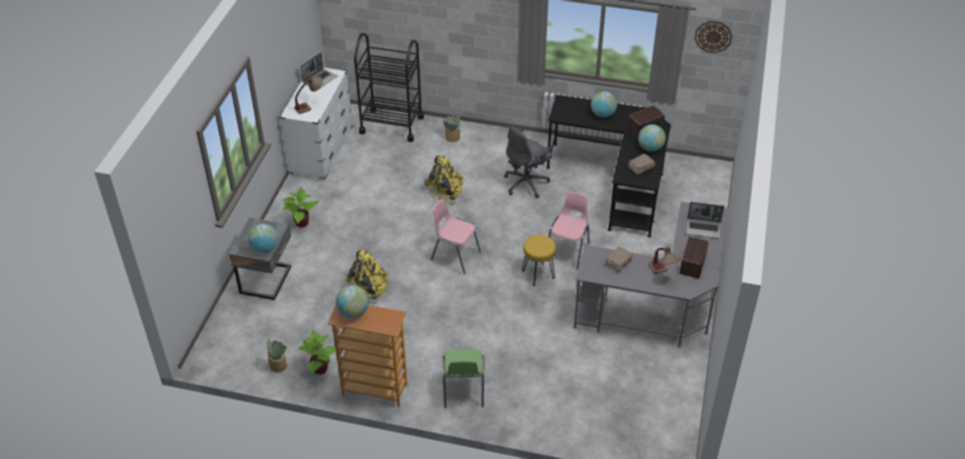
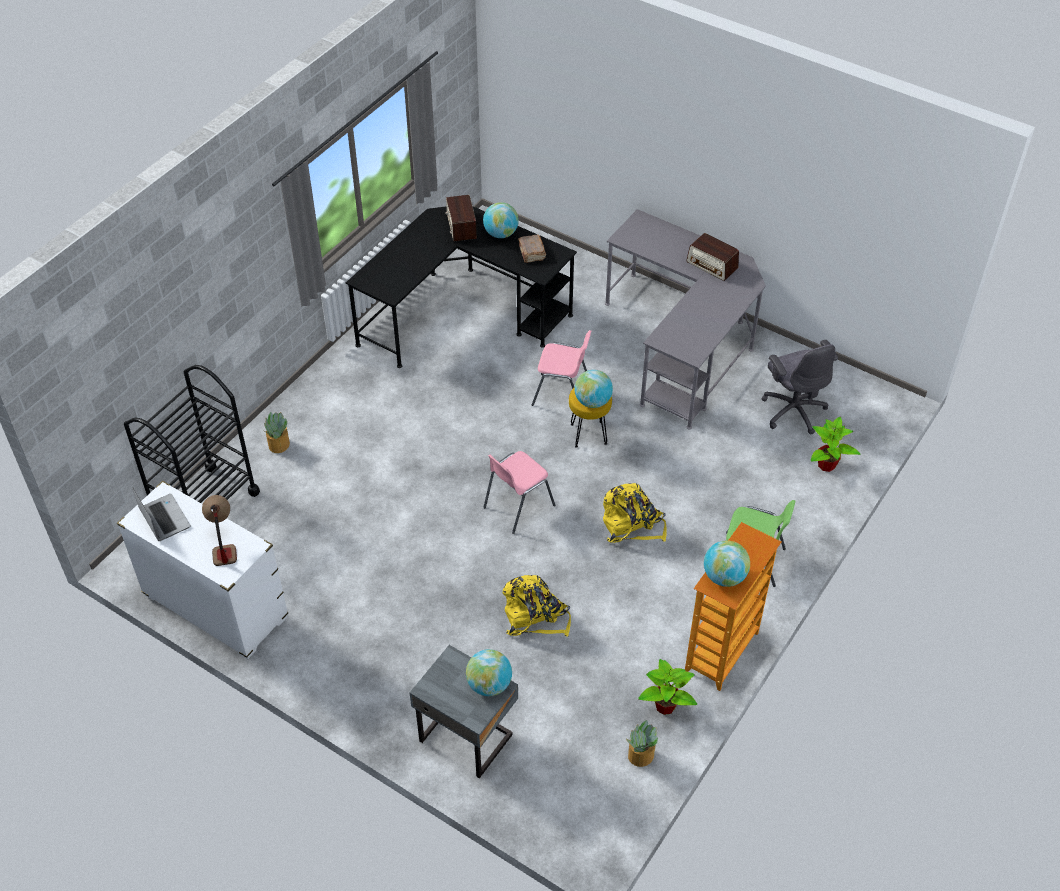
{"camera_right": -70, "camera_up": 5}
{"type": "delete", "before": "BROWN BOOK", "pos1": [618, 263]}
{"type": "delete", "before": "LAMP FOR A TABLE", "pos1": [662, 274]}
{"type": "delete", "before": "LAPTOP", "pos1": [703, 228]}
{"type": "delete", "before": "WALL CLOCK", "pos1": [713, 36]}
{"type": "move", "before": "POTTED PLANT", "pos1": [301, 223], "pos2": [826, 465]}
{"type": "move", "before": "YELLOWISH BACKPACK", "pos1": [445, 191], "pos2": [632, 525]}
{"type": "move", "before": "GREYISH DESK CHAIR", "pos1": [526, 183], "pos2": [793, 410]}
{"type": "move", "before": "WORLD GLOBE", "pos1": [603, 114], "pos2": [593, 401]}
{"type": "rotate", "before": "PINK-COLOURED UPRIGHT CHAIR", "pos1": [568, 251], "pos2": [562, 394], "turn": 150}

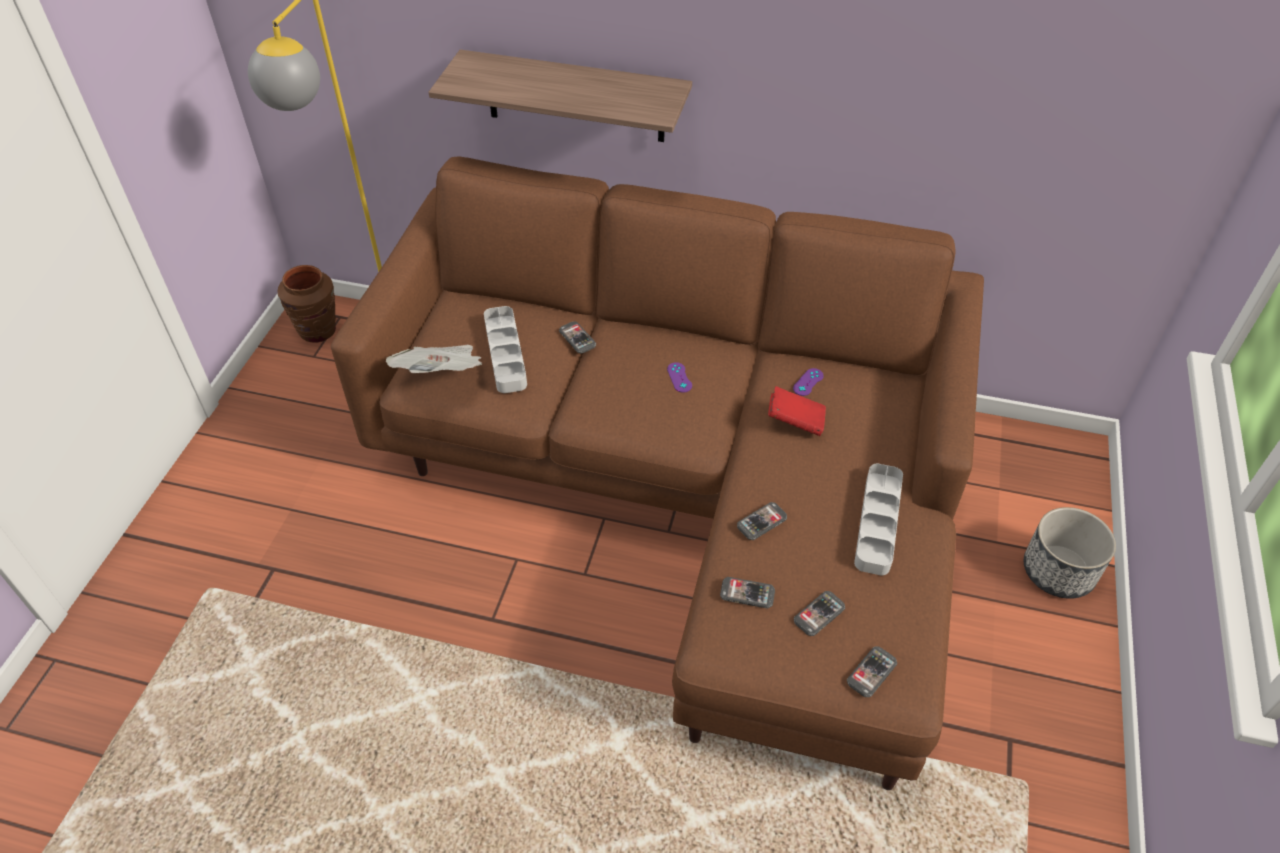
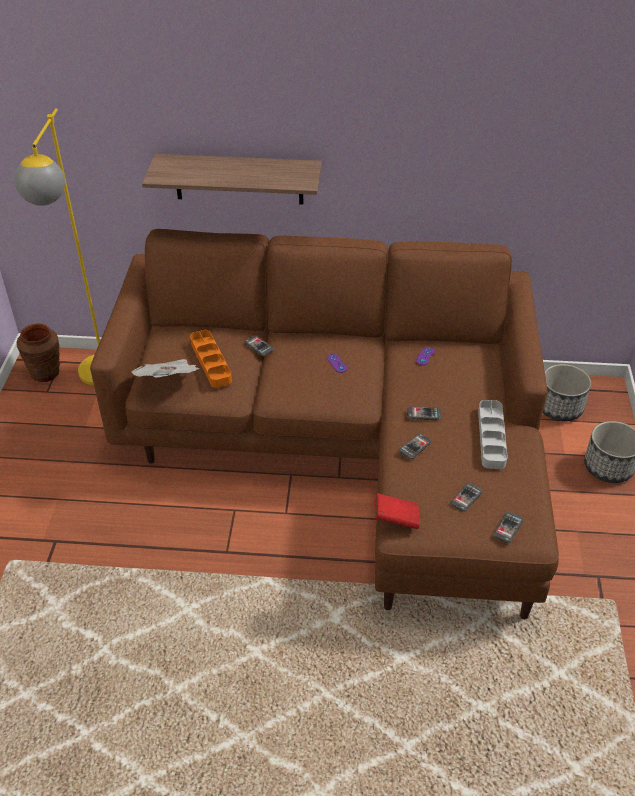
{"camera_right": -10, "camera_up": -5}
{"type": "insert", "after": "PLANTER", "pos2": [560, 407]}
{"type": "move", "before": "HANDSET", "pos1": [747, 593], "pos2": [424, 414]}
{"type": "move", "before": "REDDISH BOOK", "pos1": [795, 421], "pos2": [396, 519]}
{"type": "recolor", "before": "GREYISH TRAY", "after": "ORANGE-COLOURED TRAY", "pos1": [505, 353], "pos2": [211, 361]}

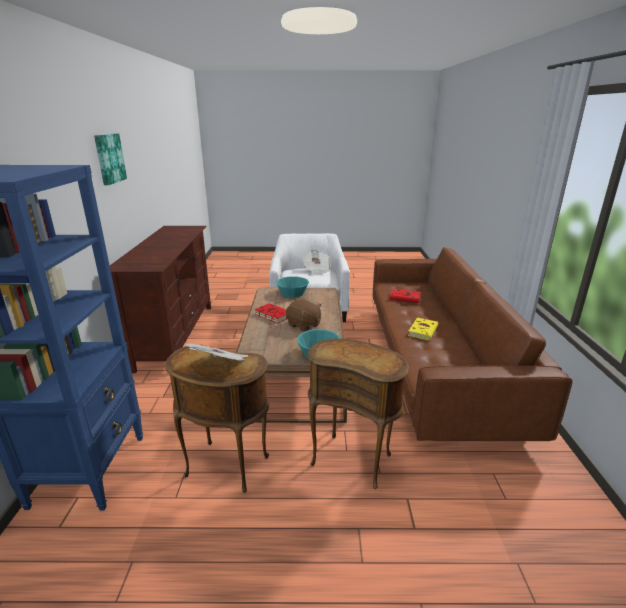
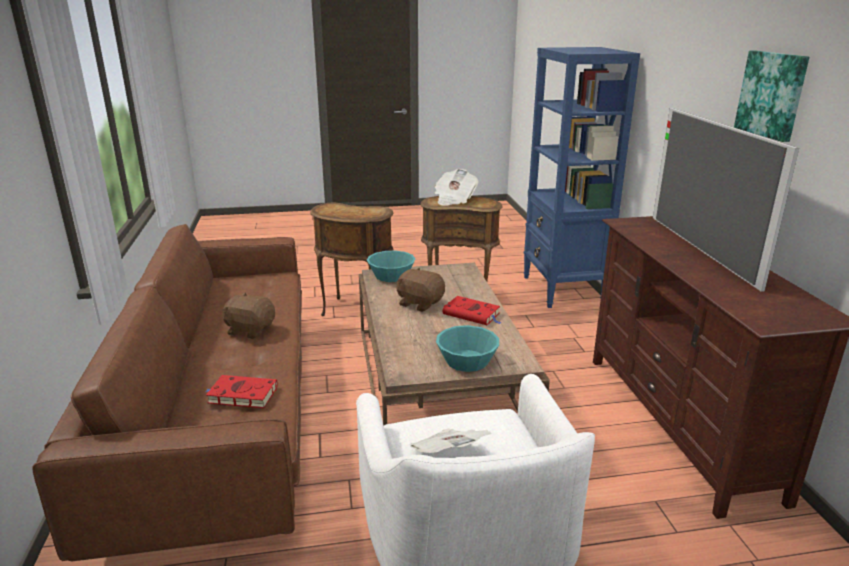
{"camera_right": 170, "camera_up": 0}
{"type": "insert", "after": "TELEVISION", "pos2": [699, 249]}
{"type": "replace", "before": "YELLOWISH BOOK", "after": "BROWN CUDDLY TOY", "pos1": [423, 330], "pos2": [250, 330]}

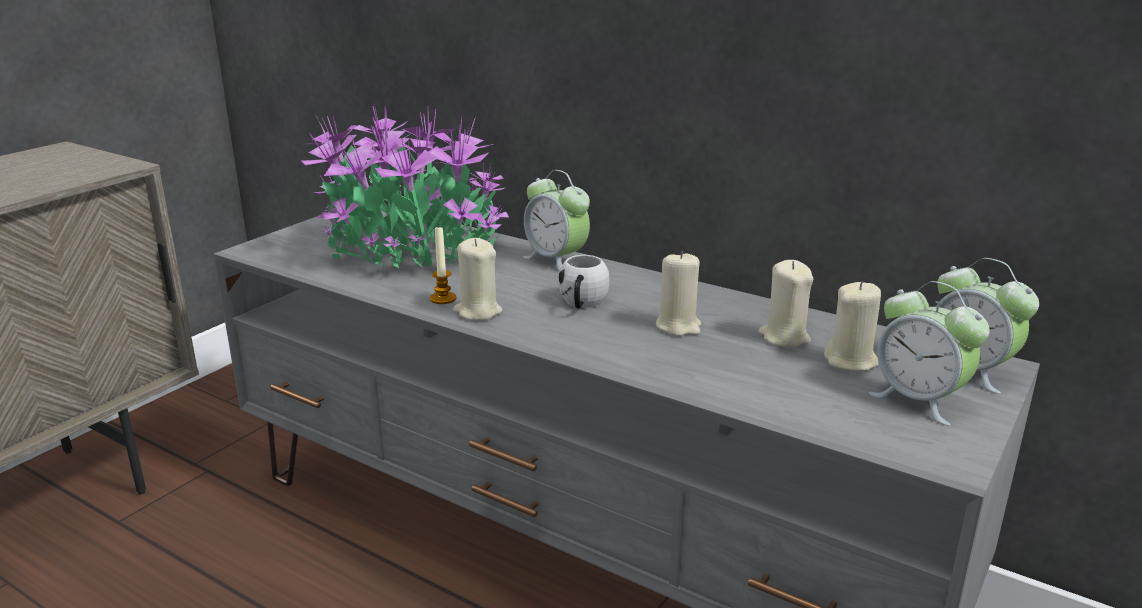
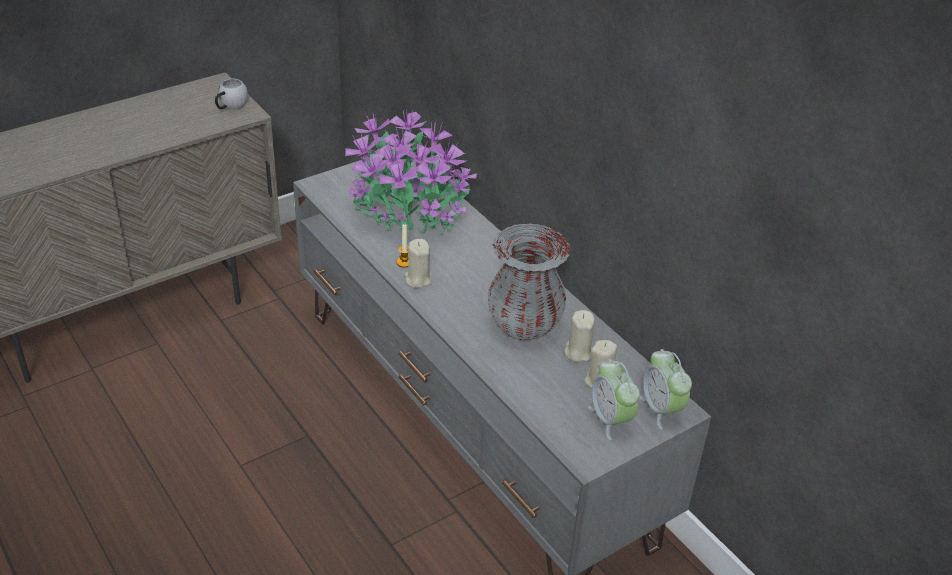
{"camera_right": 20, "camera_up": 15}
{"type": "delete", "before": "ALARM CLOCK", "pos1": [556, 260]}
{"type": "move", "before": "WHITE-COLOURED COFFEE MUG", "pos1": [582, 304], "pos2": [230, 106]}
{"type": "replace", "before": "SAND-COLOURED WAX CANDLE", "after": "GREYISH DECORATIVE VASE", "pos1": [678, 326], "pos2": [524, 325]}

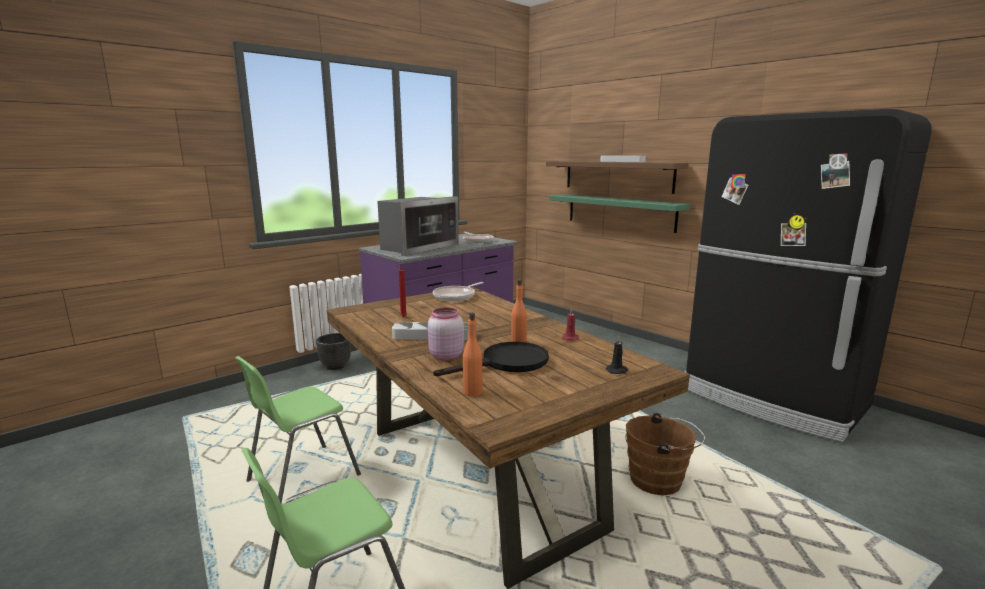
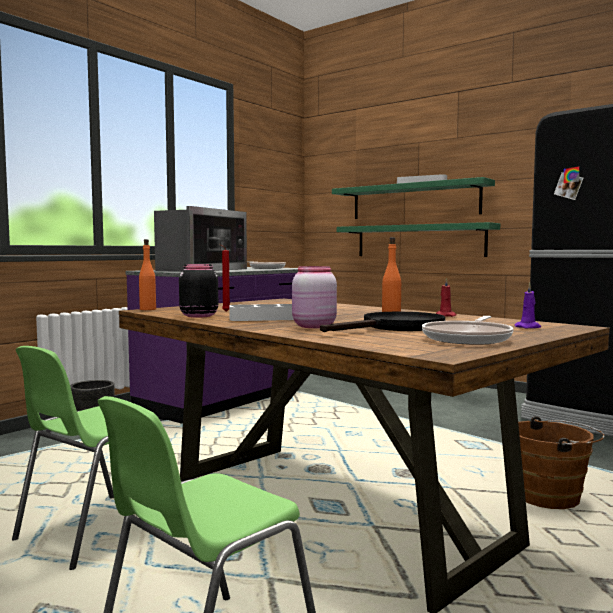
{"camera_right": -10, "camera_up": -10}
{"type": "insert", "after": "BLACK-COLOURED STORAGE JAR", "pos2": [198, 316]}
{"type": "move", "before": "SKILLET", "pos1": [456, 296], "pos2": [468, 338]}
{"type": "move", "before": "ORANGE-COLOURED BOTTLE", "pos1": [472, 392], "pos2": [148, 309]}
{"type": "recolor", "before": "BROWN BRACKET SHELF", "after": "GREEN-COLOURED BRACKET SHELF", "pos1": [617, 176], "pos2": [414, 201]}
{"type": "recolor", "before": "BLACK-COLOURED WAX CANDLE", "after": "PURPLE-COLOURED WAX CANDLE", "pos1": [617, 371], "pos2": [528, 327]}

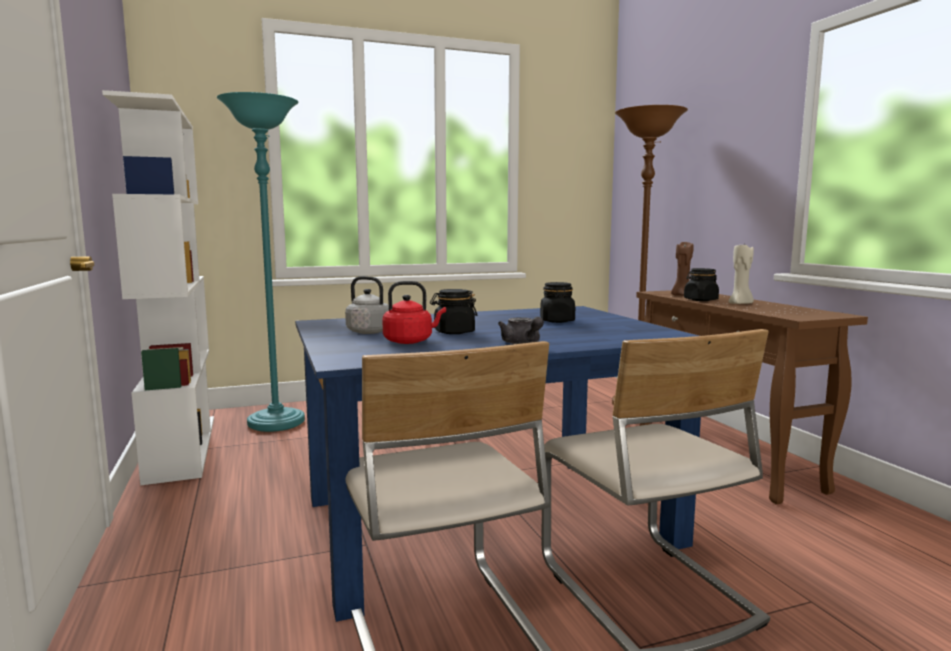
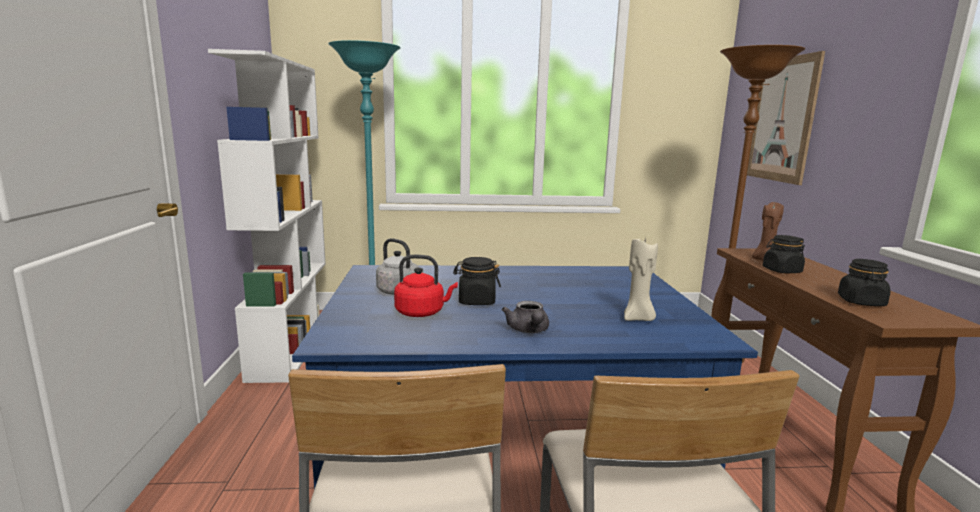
{"camera_right": 15, "camera_up": 5}
{"type": "insert", "after": "WALL PICTURE", "pos2": [782, 120]}
{"type": "move", "before": "BLACK-COLOURED STORAGE JAR", "pos1": [557, 321], "pos2": [861, 302]}
{"type": "move", "before": "SAND-COLOURED WAX CANDLE", "pos1": [740, 304], "pos2": [638, 319]}

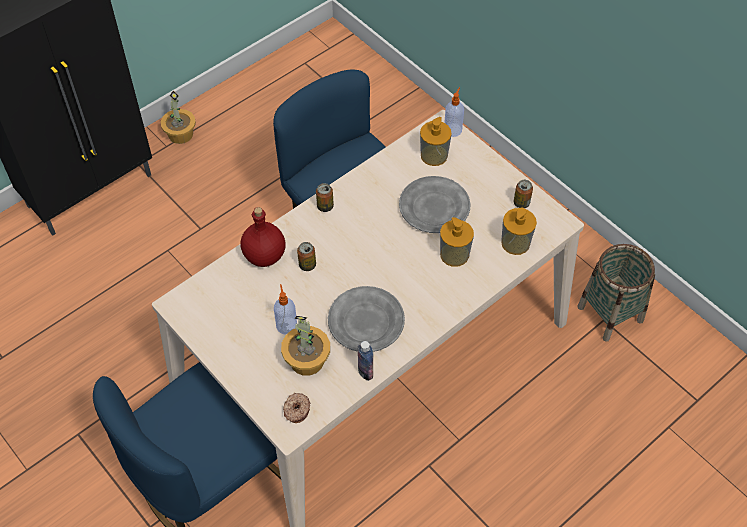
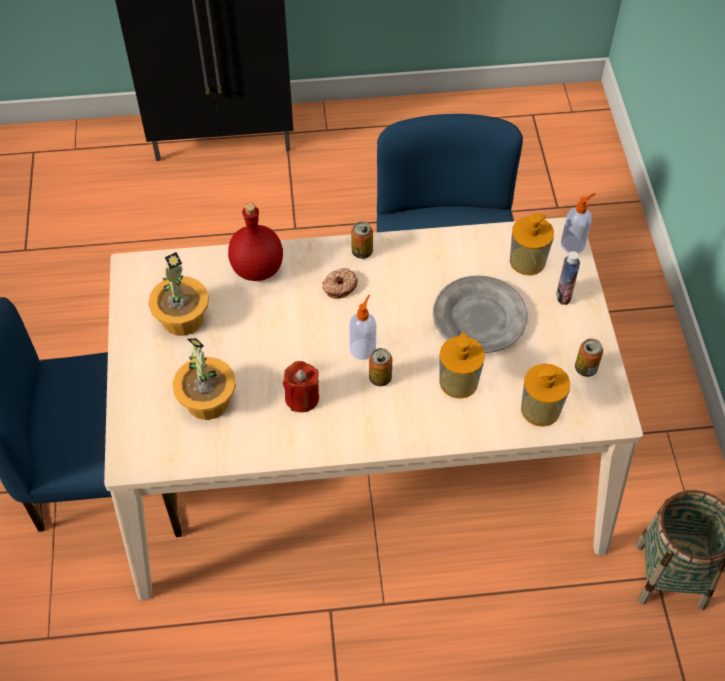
{"camera_right": 35, "camera_up": 0}
{"type": "move", "before": "POTTED PLANT", "pos1": [180, 134], "pos2": [182, 318]}
{"type": "move", "before": "SOAP BOTTLE", "pos1": [286, 325], "pos2": [363, 348]}
{"type": "move", "before": "DOUGHNUT", "pos1": [296, 410], "pos2": [339, 286]}
{"type": "move", "before": "CAN", "pos1": [307, 265], "pos2": [380, 378]}
{"type": "move", "before": "BOTTLE", "pos1": [365, 372], "pos2": [563, 295]}
{"type": "replace", "before": "GREYISH DINNER PLATE", "after": "REDDISH WAX CANDLE", "pos1": [366, 322], "pos2": [302, 398]}

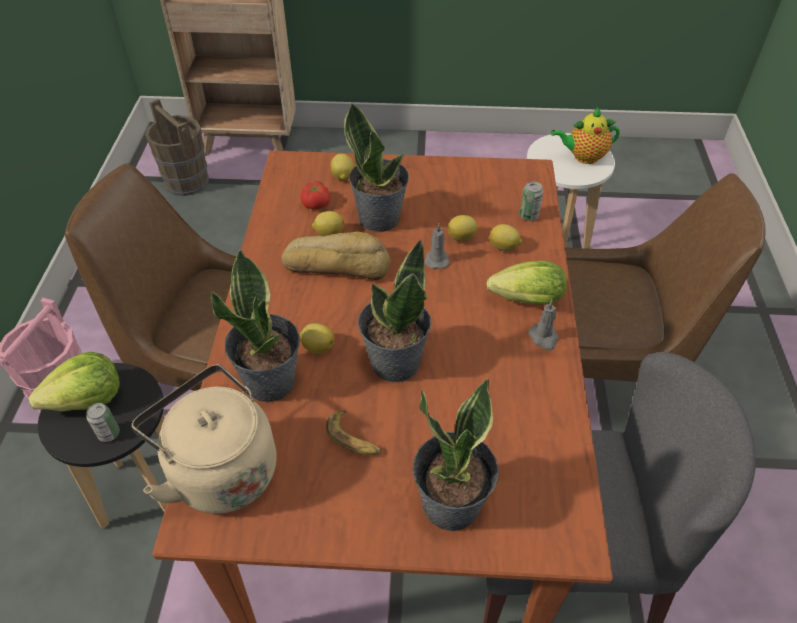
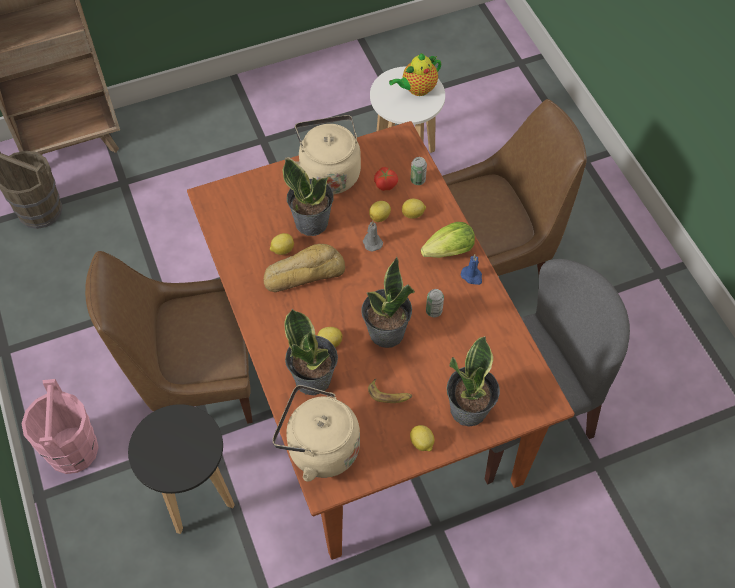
{"camera_right": -25, "camera_up": 10}
{"type": "delete", "before": "HEAD OF LETTUCE", "pos1": [87, 399]}
{"type": "insert", "after": "SAND-COLOURED TEA KETTLE", "pos2": [328, 172]}
{"type": "move", "before": "CAN", "pos1": [109, 434], "pos2": [434, 311]}
{"type": "move", "before": "FRESH TOMATO", "pos1": [316, 203], "pos2": [386, 184]}
{"type": "move", "before": "CITRUS FRUIT", "pos1": [342, 177], "pos2": [422, 443]}
{"type": "recolor", "before": "GREYISH WAX CANDLE", "after": "BLUE WAX CANDLE", "pos1": [544, 338], "pos2": [472, 276]}

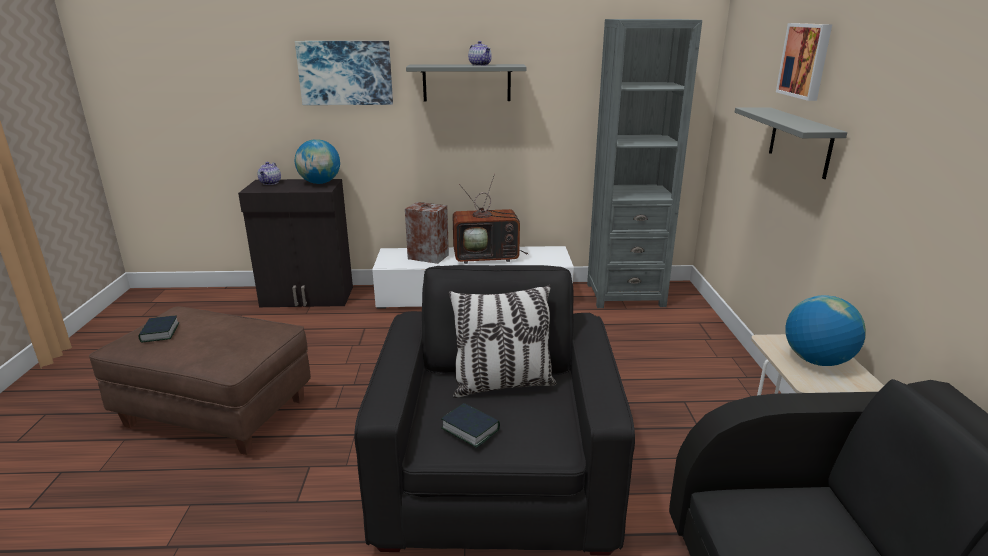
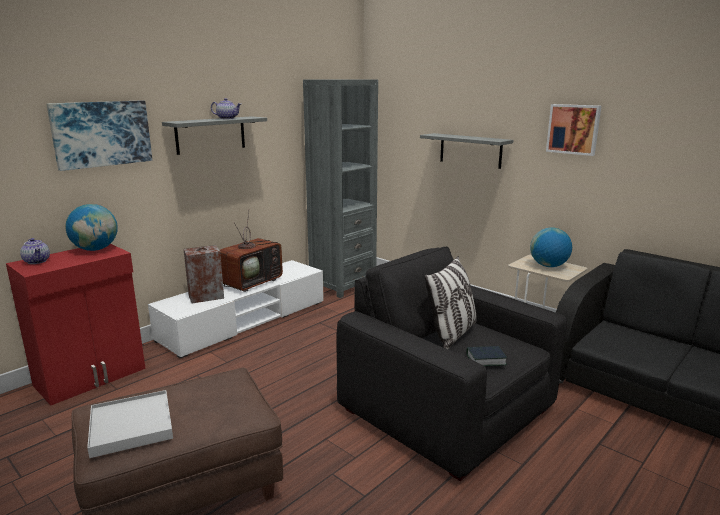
{"camera_right": -45, "camera_up": -5}
{"type": "move", "before": "WALL PICTURE", "pos1": [806, 60], "pos2": [573, 129]}
{"type": "replace", "before": "BOOK", "after": "WHITE-COLOURED TRAY", "pos1": [160, 333], "pos2": [131, 426]}
{"type": "recolor", "before": "BLACK-COLOURED CABINET", "after": "REDDISH CABINET", "pos1": [308, 297], "pos2": [92, 377]}

